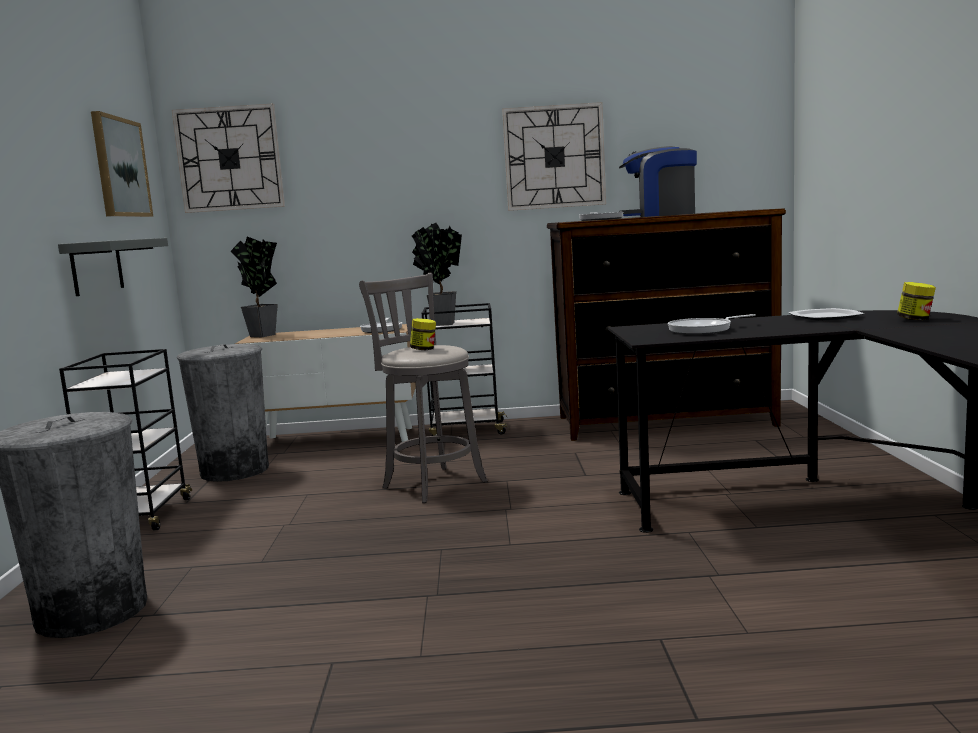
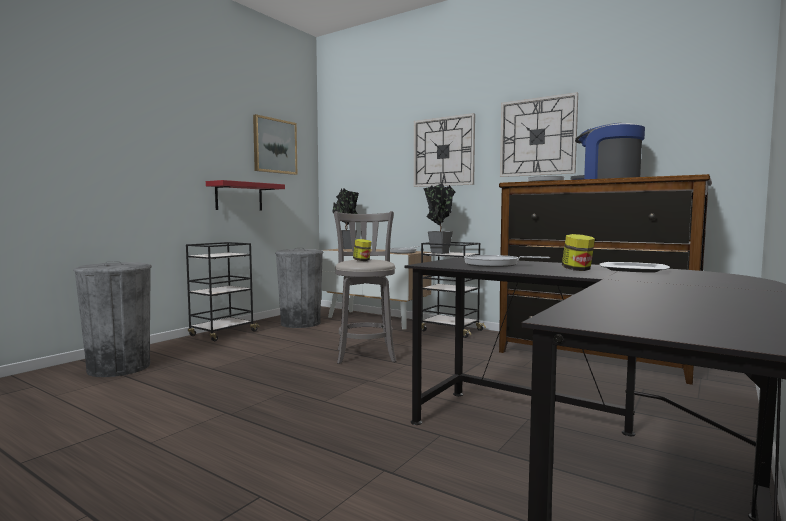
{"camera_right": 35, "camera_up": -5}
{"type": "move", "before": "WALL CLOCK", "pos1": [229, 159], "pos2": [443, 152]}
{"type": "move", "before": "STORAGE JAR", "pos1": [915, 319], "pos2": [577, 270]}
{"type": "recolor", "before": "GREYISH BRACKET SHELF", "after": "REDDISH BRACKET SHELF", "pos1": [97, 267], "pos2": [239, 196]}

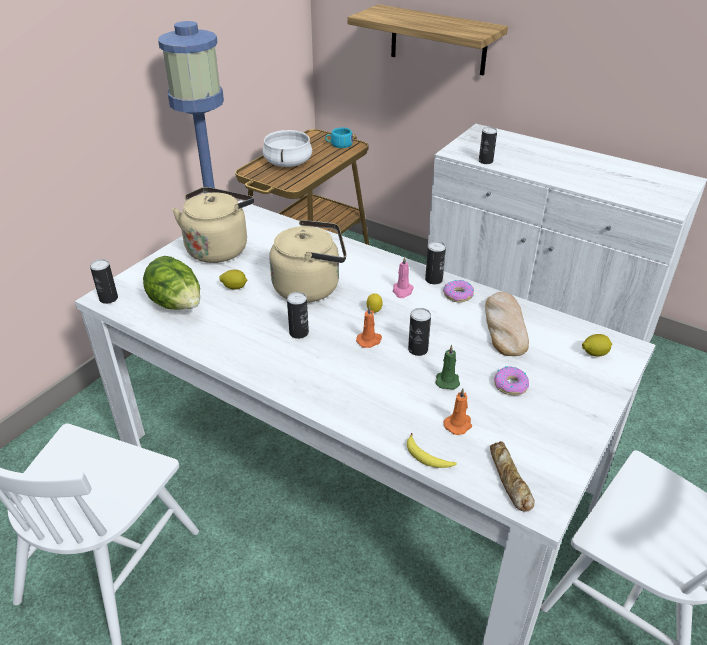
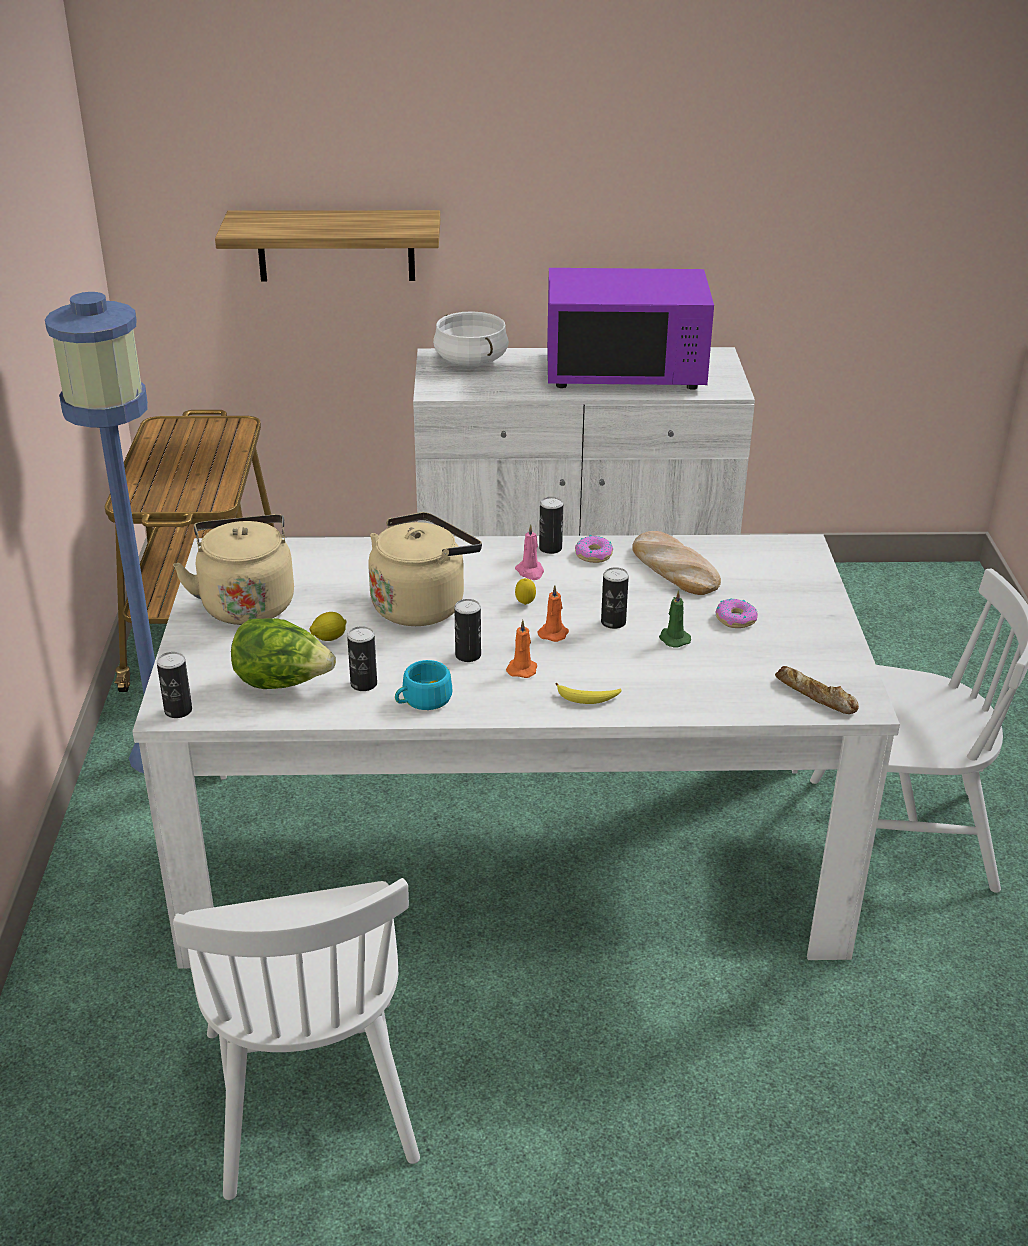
{"camera_right": -35, "camera_up": -5}
{"type": "delete", "before": "CITRUS FRUIT", "pos1": [594, 353]}
{"type": "insert", "after": "PURPLE-COLOURED KITCHEN MICROWAVE", "pos2": [625, 372]}
{"type": "move", "before": "WHITE-COLOURED COOKING POT", "pos1": [287, 163], "pos2": [470, 360]}
{"type": "move", "before": "BLUE-GREEN DRINKING CUP", "pos1": [339, 144], "pos2": [422, 700]}
{"type": "move", "before": "BANANA", "pos1": [427, 457], "pos2": [587, 698]}
{"type": "move", "before": "ORANGE-COLOURED WAX CANDLE", "pos1": [458, 424], "pos2": [522, 669]}
{"type": "move", "before": "CAN", "pos1": [485, 161], "pos2": [363, 684]}

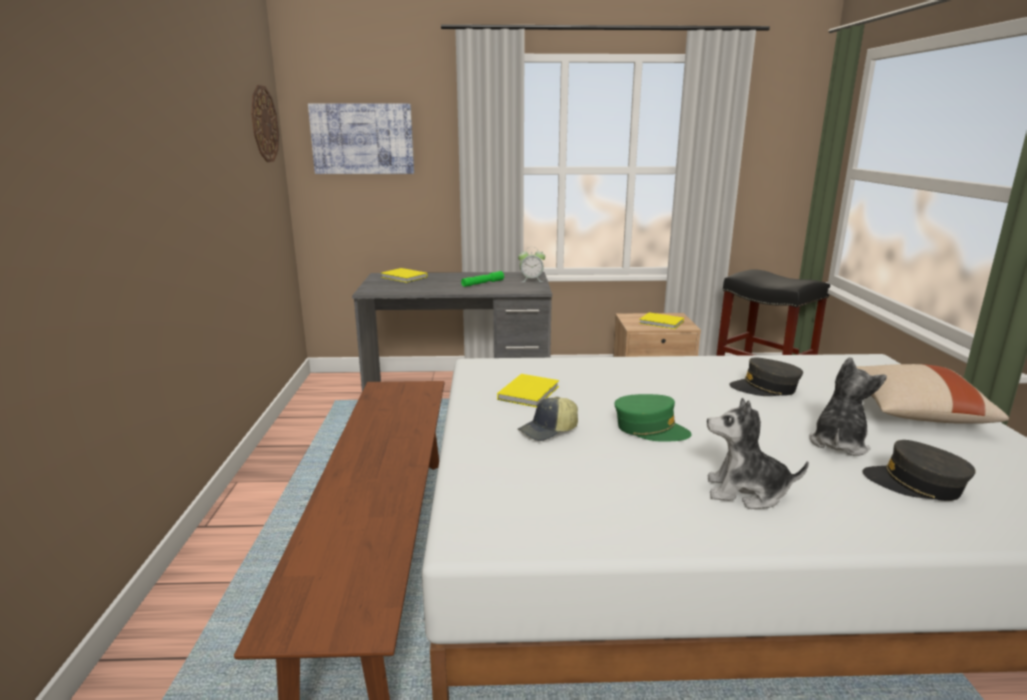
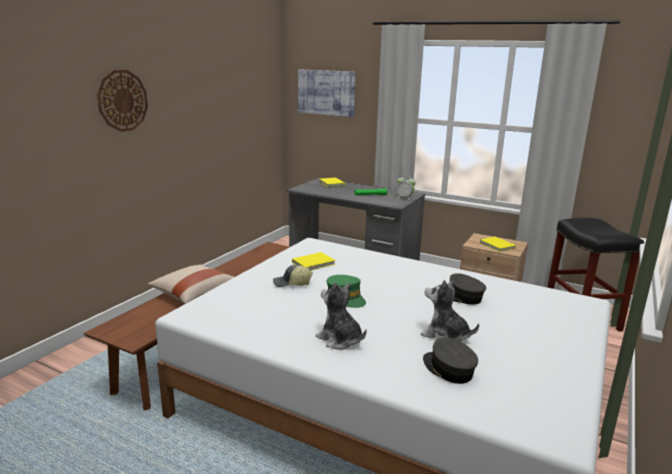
{"camera_right": 30, "camera_up": 0}
{"type": "move", "before": "WALL CLOCK", "pos1": [264, 124], "pos2": [122, 100]}
{"type": "move", "before": "SAND-COLOURED THROW PILLOW", "pos1": [913, 412], "pos2": [194, 295]}
{"type": "rotate", "before": "CUDDLY TOY", "pos1": [838, 443], "pos2": [445, 336], "turn": -120}

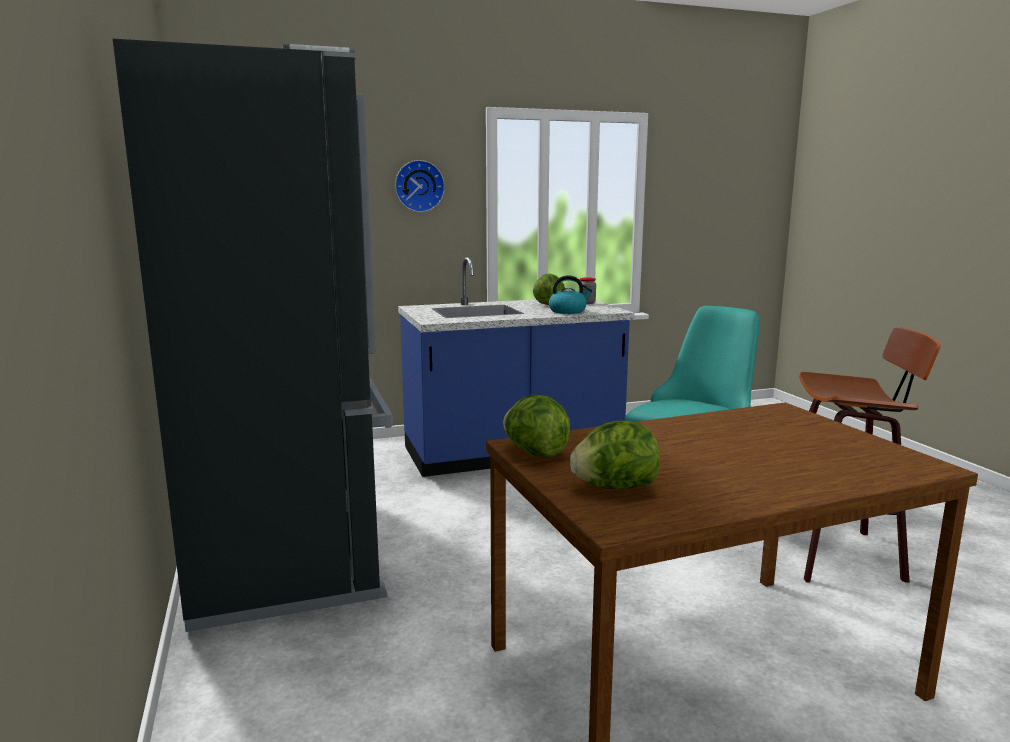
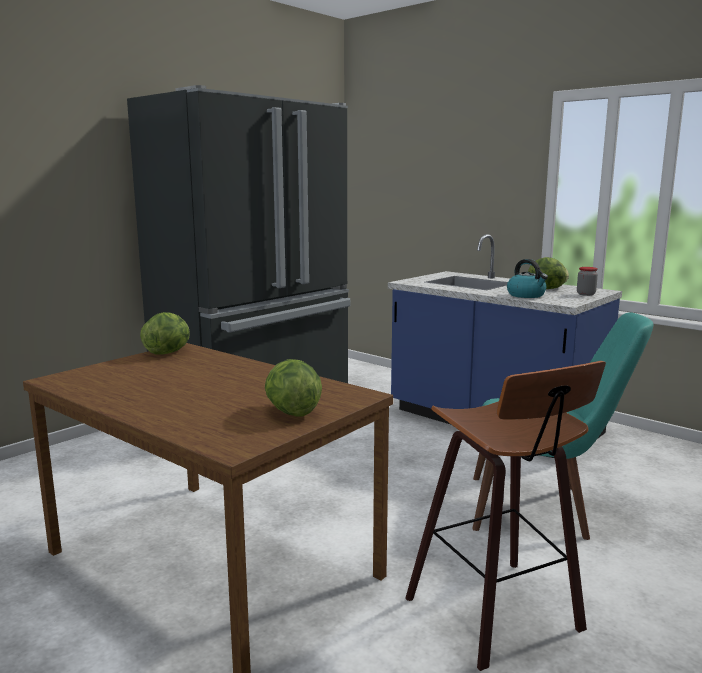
{"camera_right": 60, "camera_up": 0}
{"type": "delete", "before": "WALL CLOCK", "pos1": [419, 186]}
{"type": "move", "before": "HEAD OF LETTUCE", "pos1": [614, 487], "pos2": [291, 412]}

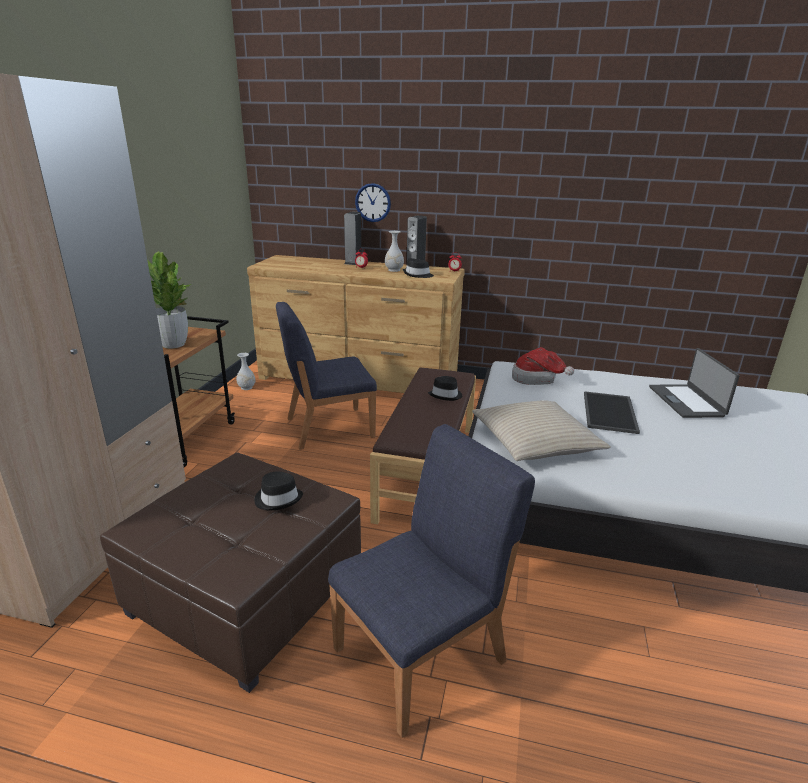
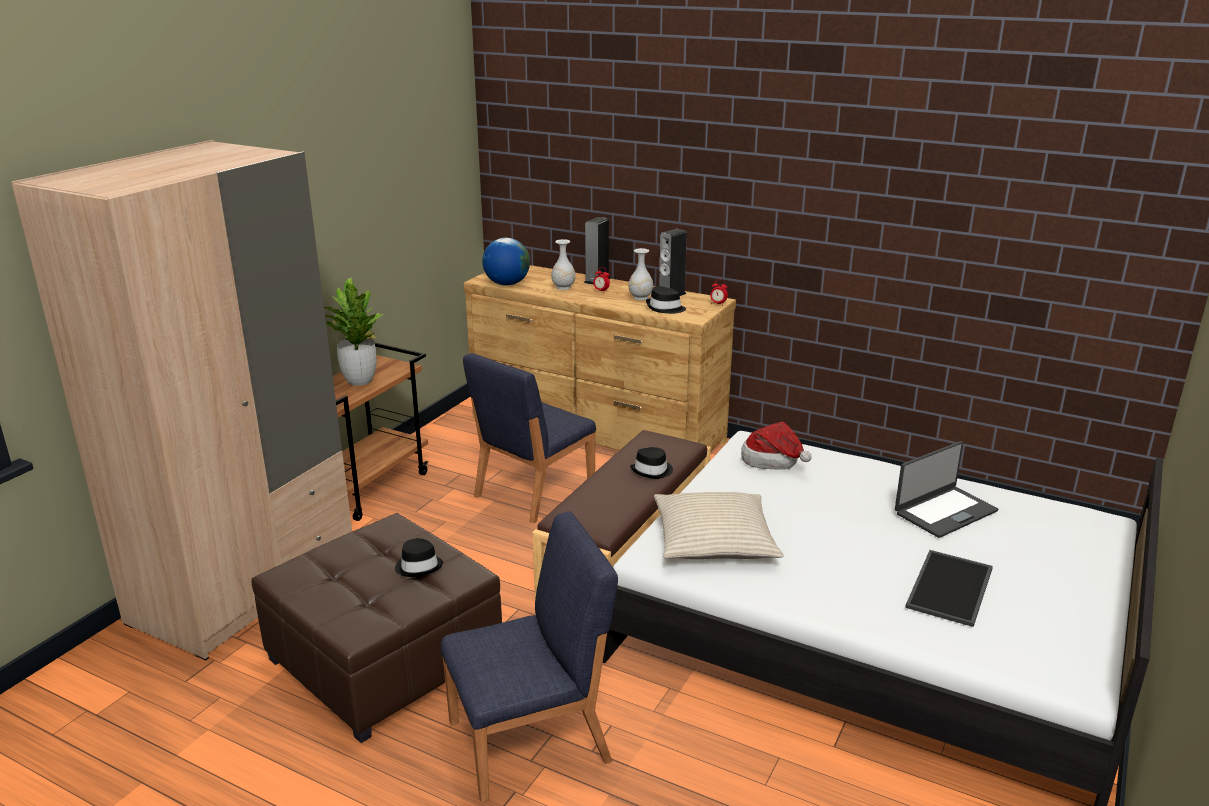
{"camera_right": 15, "camera_up": 0}
{"type": "delete", "before": "WALL CLOCK", "pos1": [373, 202]}
{"type": "insert", "after": "WORLD GLOBE", "pos2": [507, 284]}
{"type": "move", "before": "WHITE-COLOURED DECORATIVE VASE", "pos1": [246, 388], "pos2": [563, 287]}
{"type": "move", "before": "TRAY", "pos1": [611, 413], "pos2": [951, 589]}
{"type": "rotate", "before": "BLUE UPRIGHT CHAIR", "pos1": [328, 427], "pos2": [533, 491], "turn": -45}
{"type": "rotate", "before": "LAPTOP", "pos1": [686, 401], "pos2": [944, 511], "turn": -135}

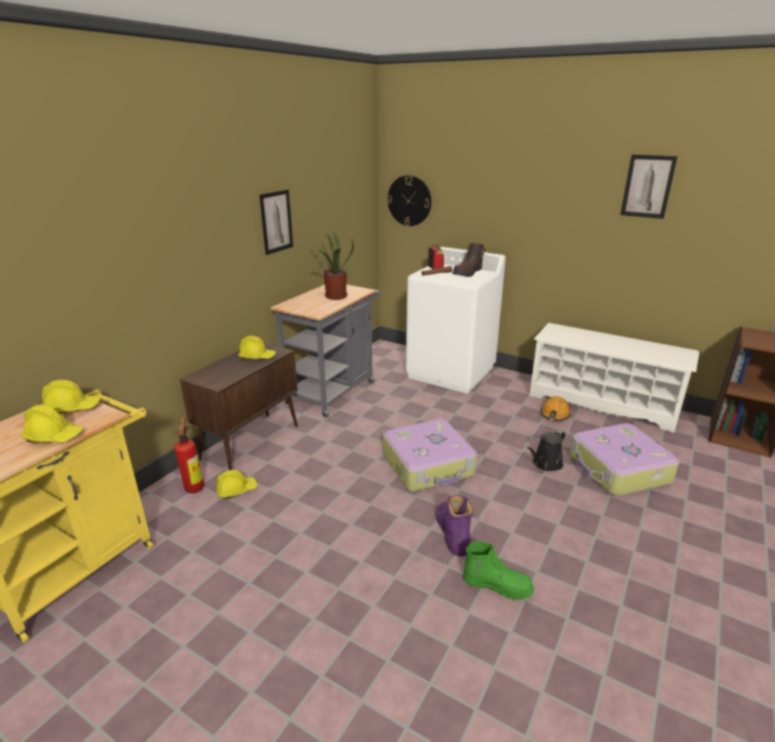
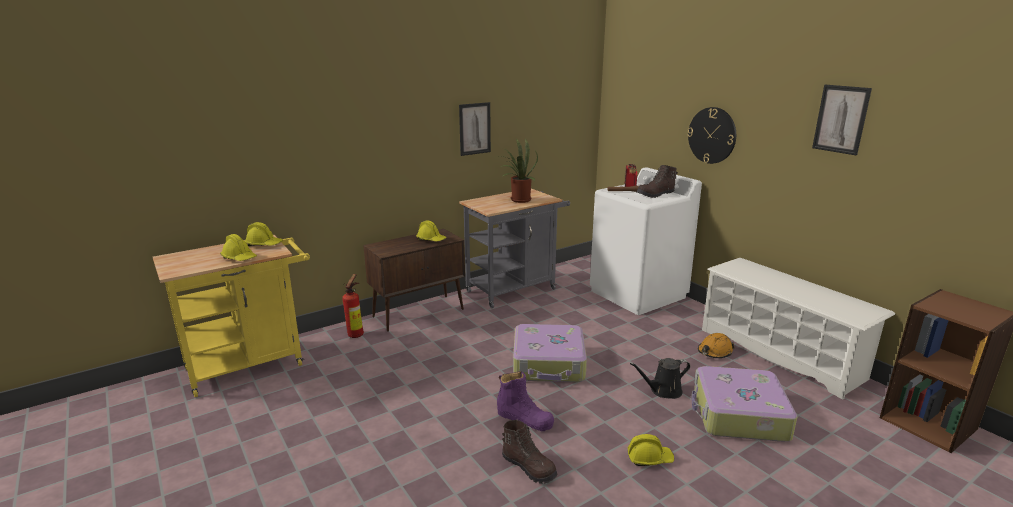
{"camera_right": 25, "camera_up": -5}
{"type": "move", "before": "YELLOWISH HARD HAT", "pos1": [236, 490], "pos2": [649, 458]}
{"type": "move", "before": "WALL CLOCK", "pos1": [409, 200], "pos2": [712, 135]}
{"type": "recolor", "before": "GREEN-COLOURED BOOT", "after": "BROWN BOOT", "pos1": [497, 585], "pos2": [529, 467]}
{"type": "rotate", "before": "PURPLE-COLOURED BOOT", "pos1": [452, 532], "pos2": [525, 418], "turn": 105}

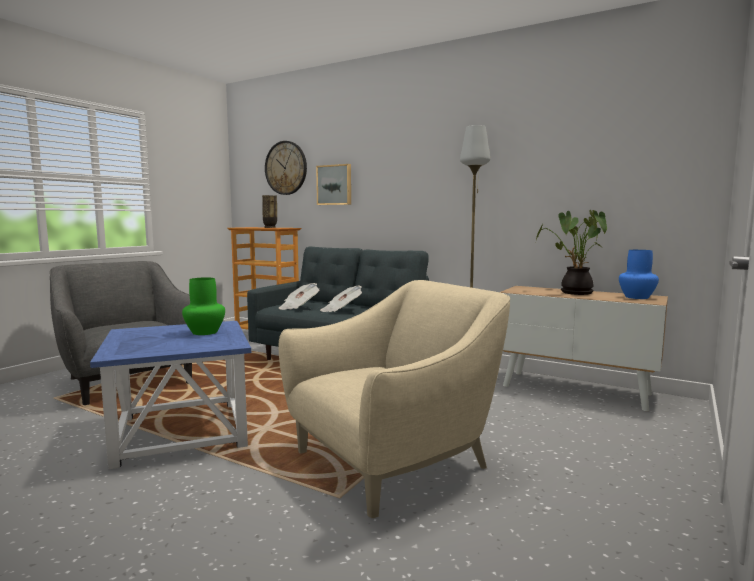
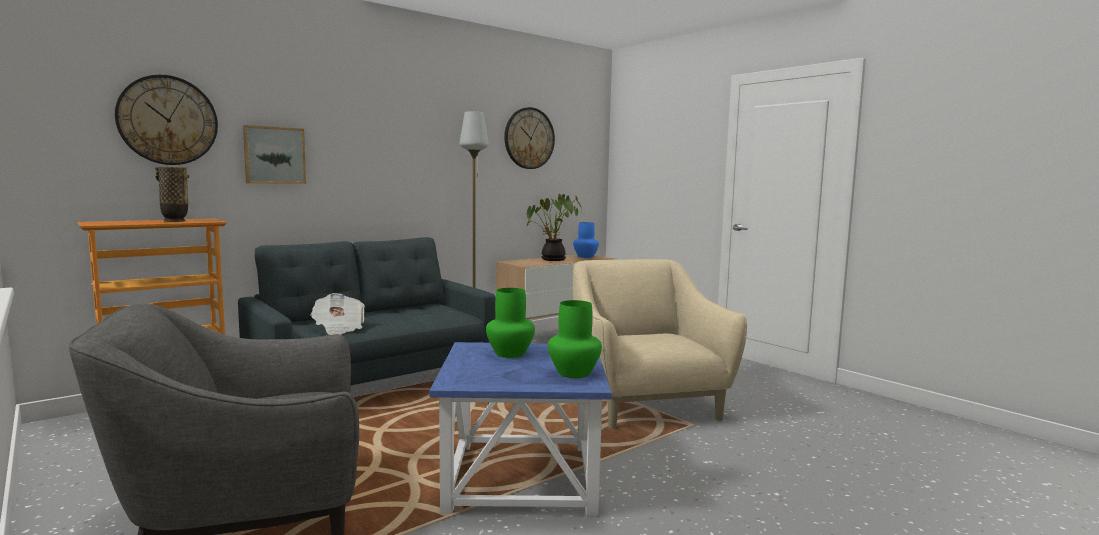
{"camera_right": -70, "camera_up": 0}
{"type": "delete", "before": "PRINTED PAPER", "pos1": [341, 310]}
{"type": "insert", "after": "WALL CLOCK", "pos2": [529, 138]}
{"type": "insert", "after": "GREEN-COLOURED DECORATIVE VASE", "pos2": [575, 373]}

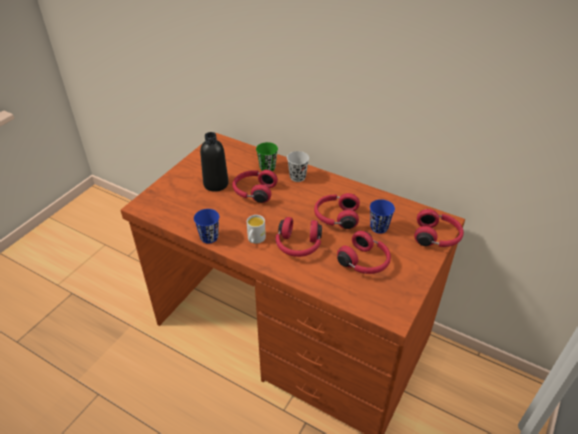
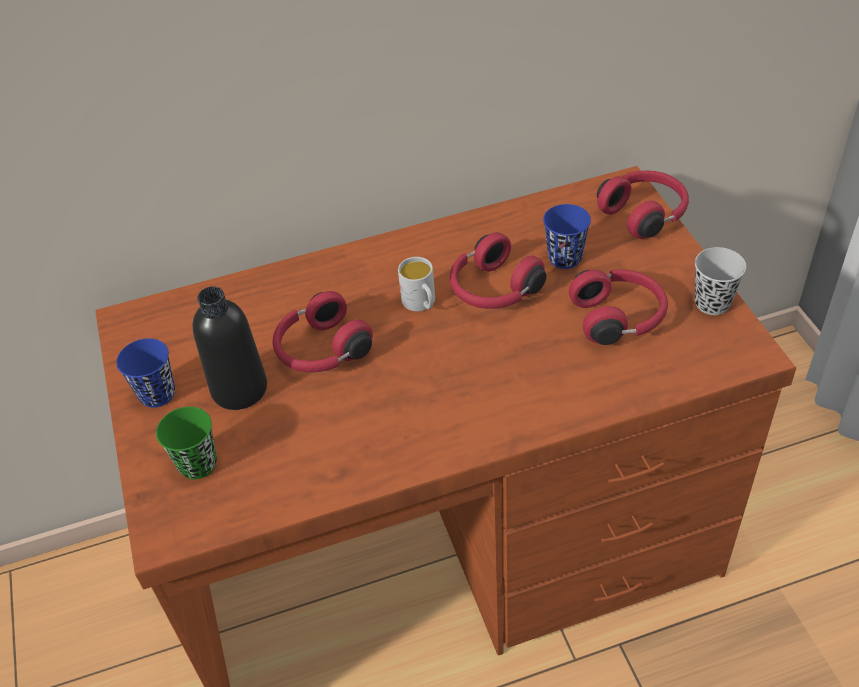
{"camera_right": -45, "camera_up": 5}
{"type": "delete", "before": "REDDISH HEADSET", "pos1": [298, 246]}
{"type": "move", "before": "BLUE DRINKING CUP", "pos1": [209, 237], "pos2": [157, 394]}
{"type": "move", "before": "WHITE-COLOURED COFFEE MUG", "pos1": [255, 240], "pos2": [421, 304]}
{"type": "move", "before": "GREEN-COLOURED DRINKING CUP", "pos1": [267, 168], "pos2": [198, 464]}
{"type": "move", "before": "BLACK-COLOURED DRINKING CUP", "pos1": [297, 177], "pos2": [712, 303]}

